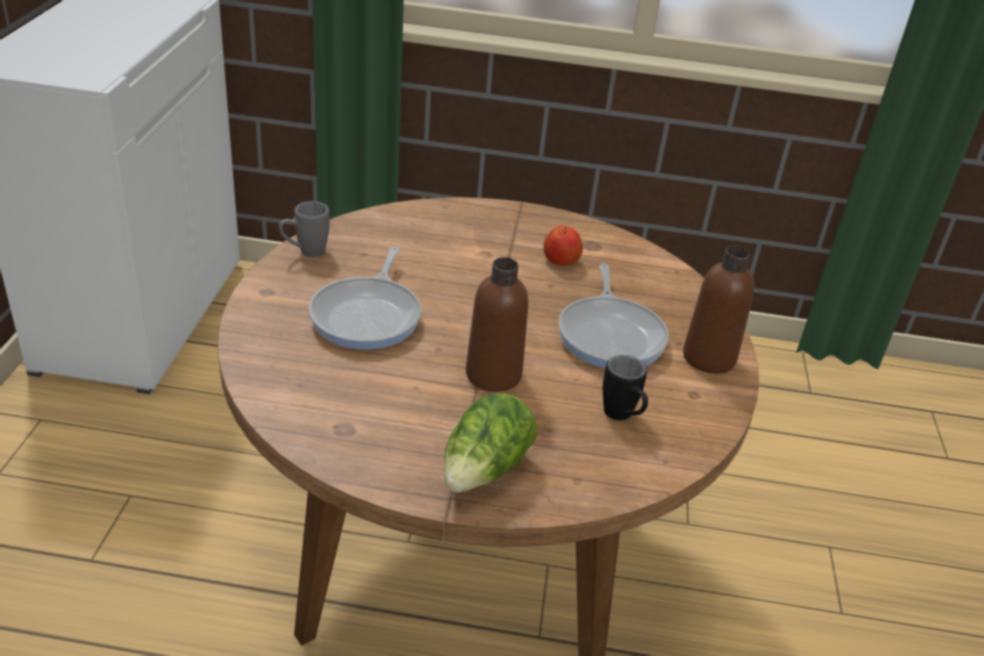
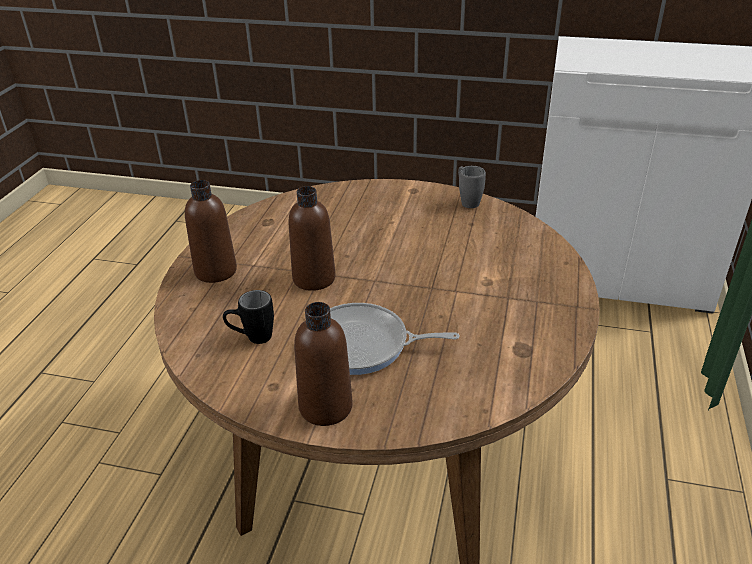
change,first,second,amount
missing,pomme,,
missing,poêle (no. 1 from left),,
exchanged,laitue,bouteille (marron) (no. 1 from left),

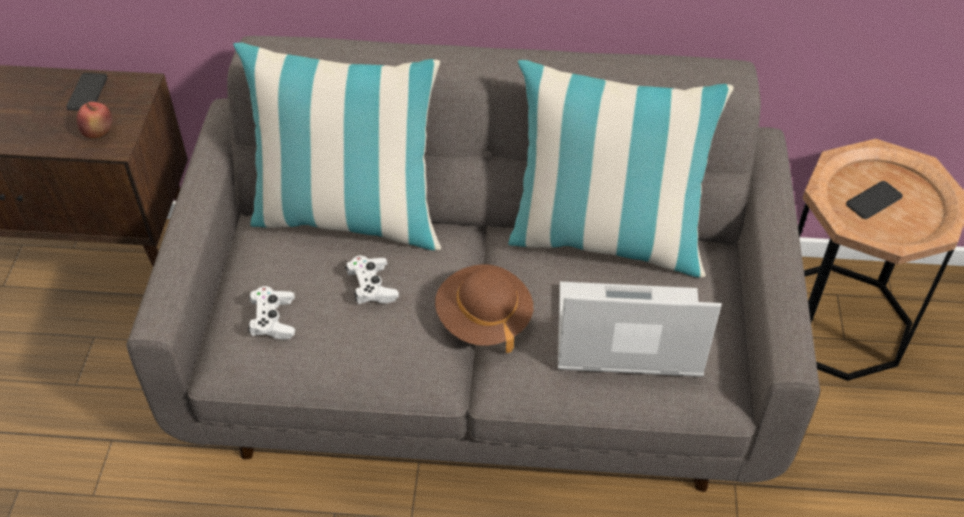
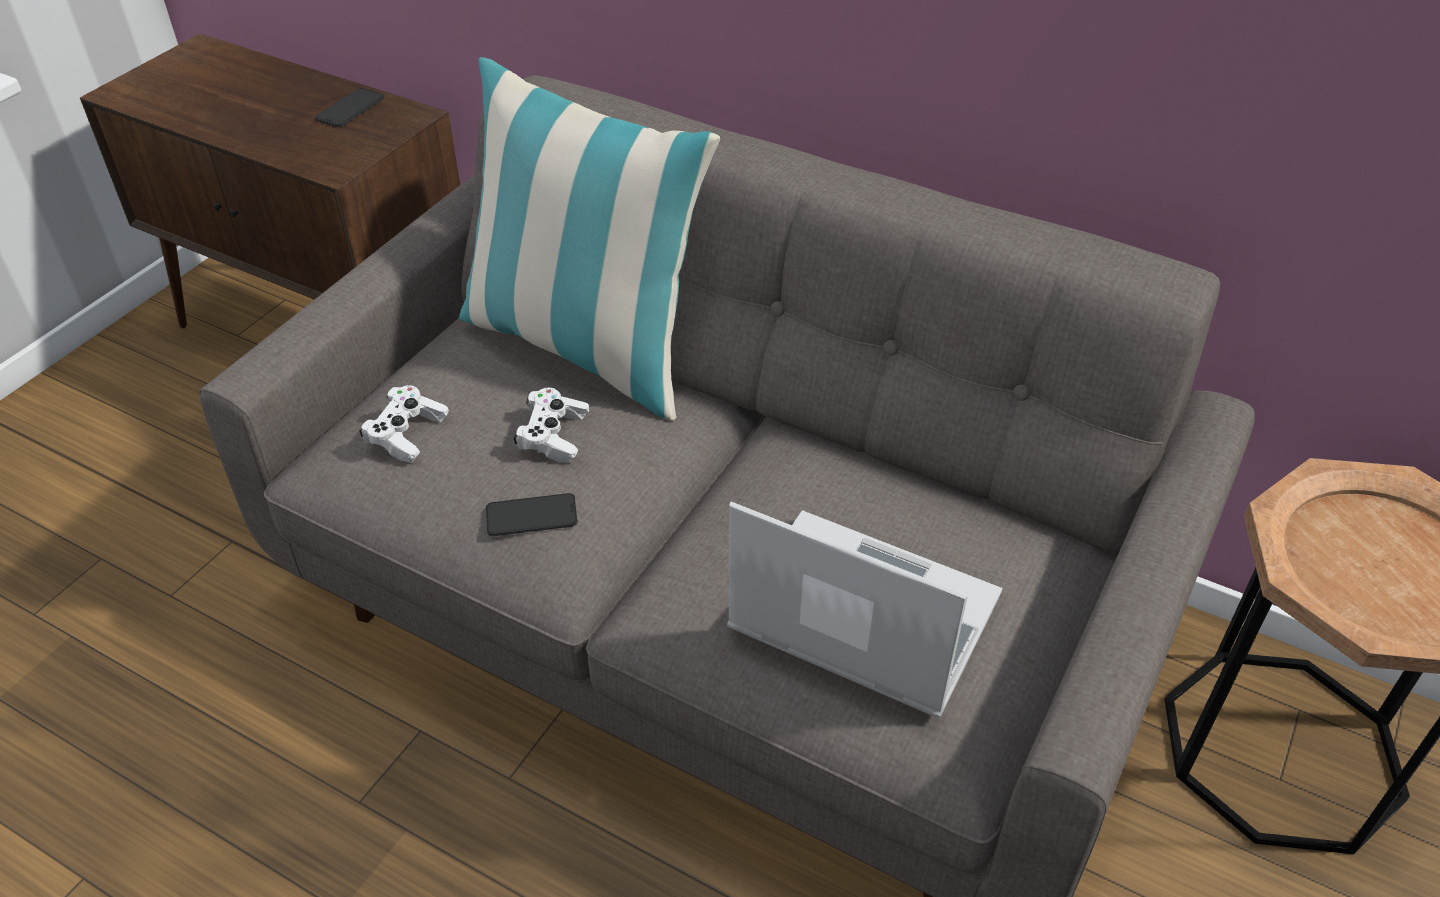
change,first,second,amount
missing,coussin (no. 2 from left),,
missing,pomme,,
relocated,téléphone (no. 2 from left),,
missing,chapeau (marron),,

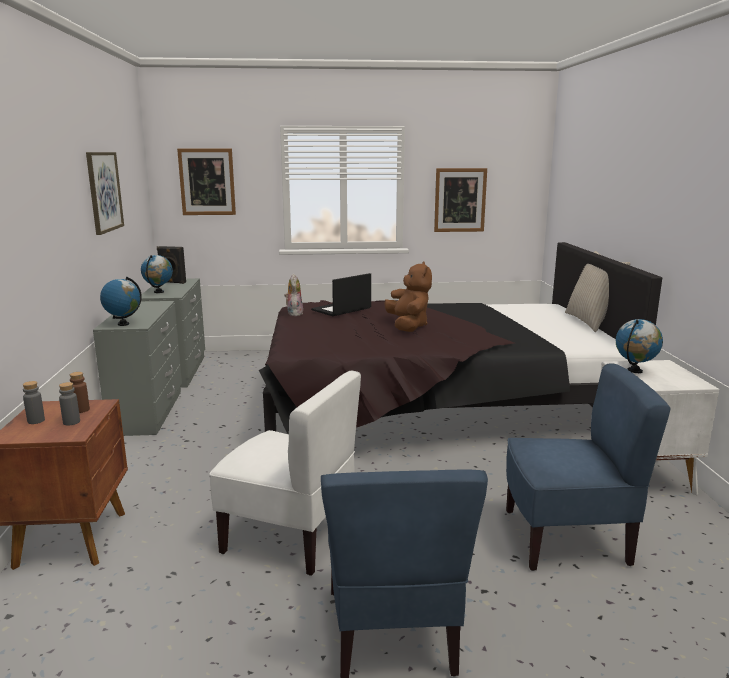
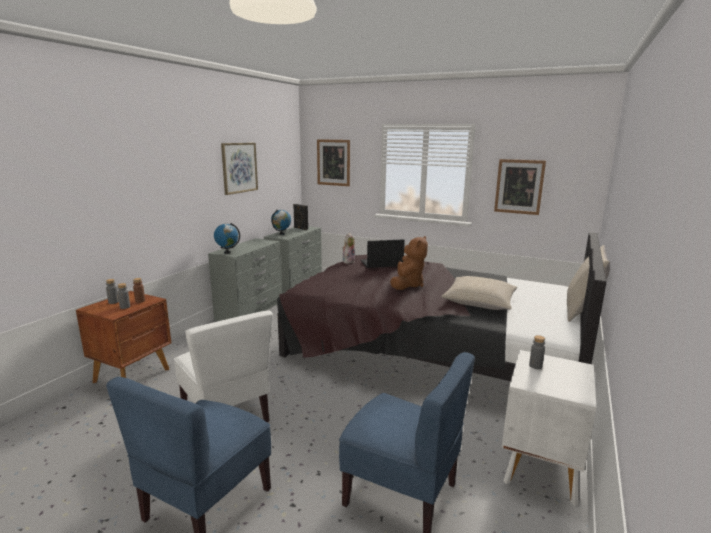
change,first,second,amount
exchanged,globe (no. 3 from left),bouteille (gris) (no. 3 from left),
appeared,,coussin (beige) (no. 1 from left),

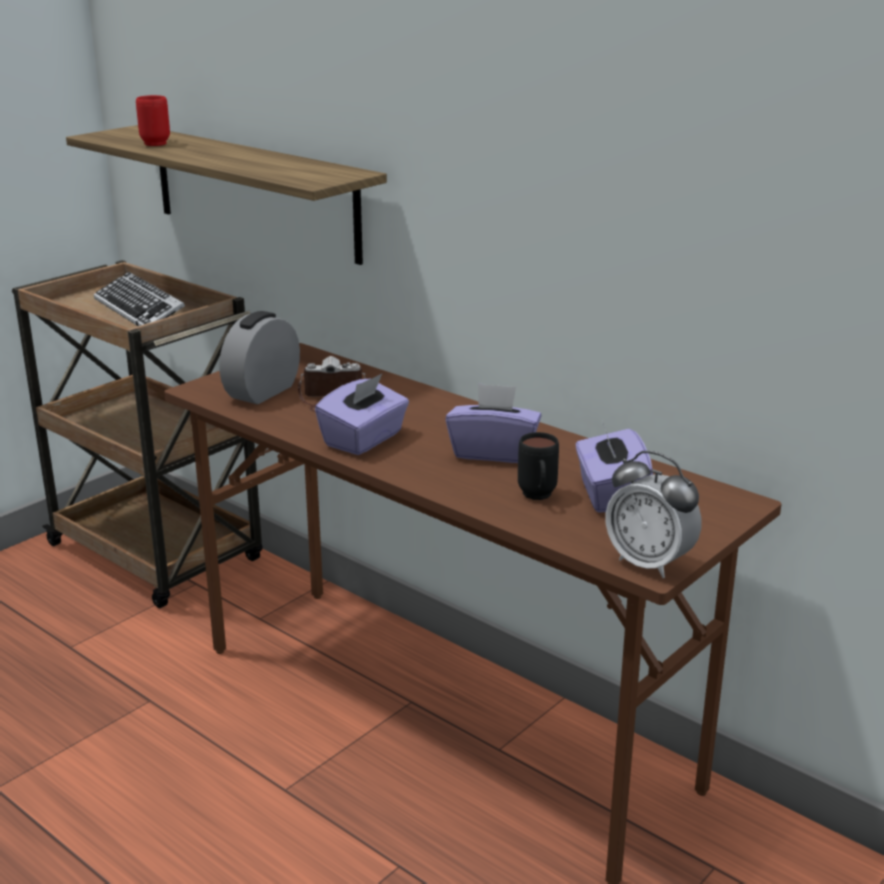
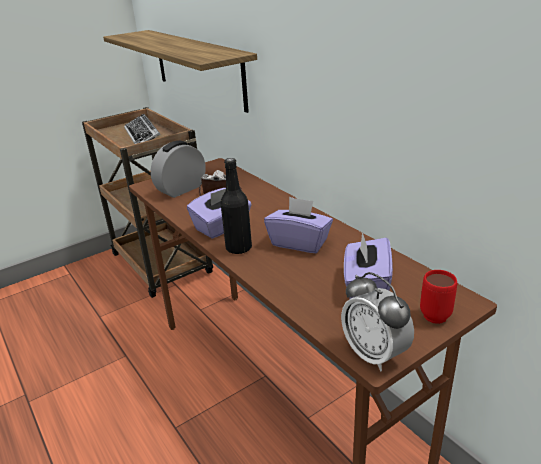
change,first,second,amount
relocated,mug (rouge),,
missing,mug (noir),,
appeared,,bouteille (noir),

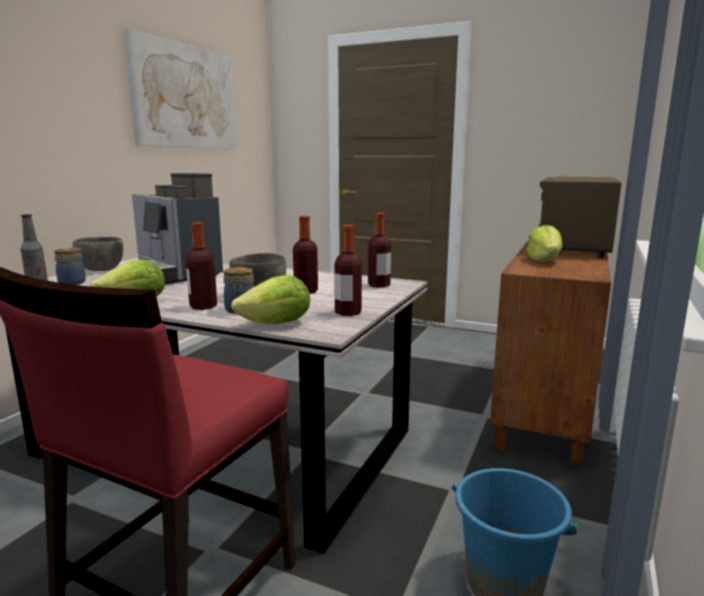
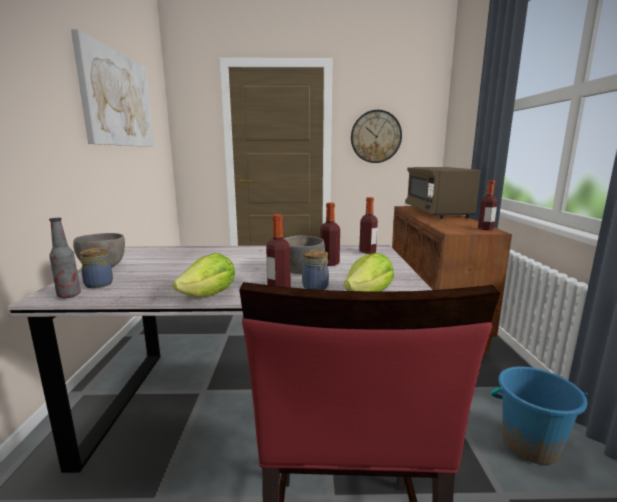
change,first,second,amount
missing,machine à café,,
relocated,bouteille (no. 4 from left in the first image),bouteille (no. 5 from left),
missing,laitue (no. 3 from left),,
appeared,,horloge murale,

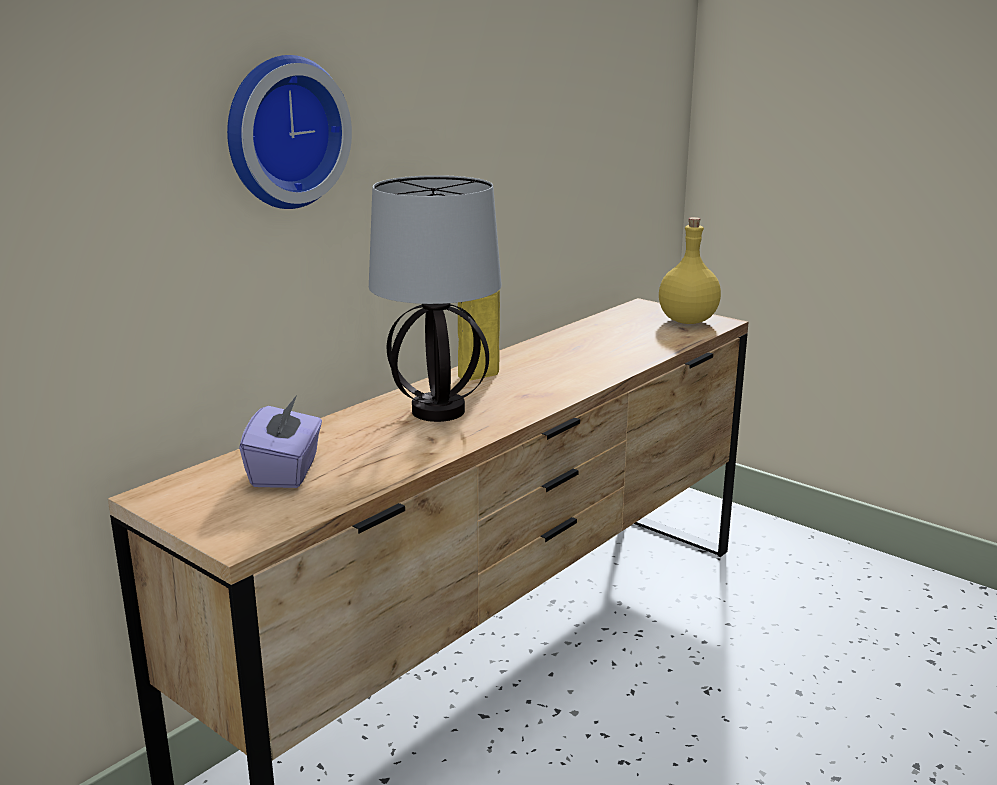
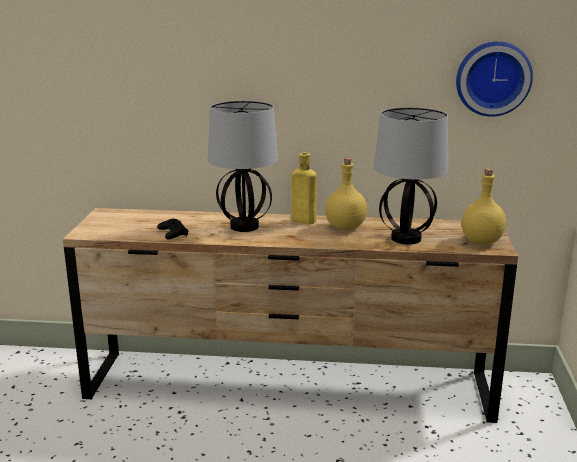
change,first,second,amount
relocated,horloge murale,,
missing,boîte à mouchoirs (violet),,
appeared,,lampe de table (no. 2 from left),
appeared,,bouteille (jaune) (no. 2 from left),
appeared,,manette (noir),

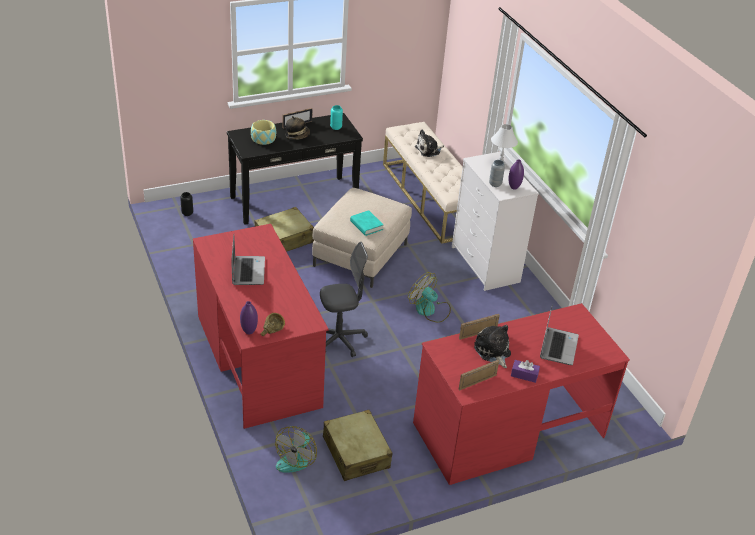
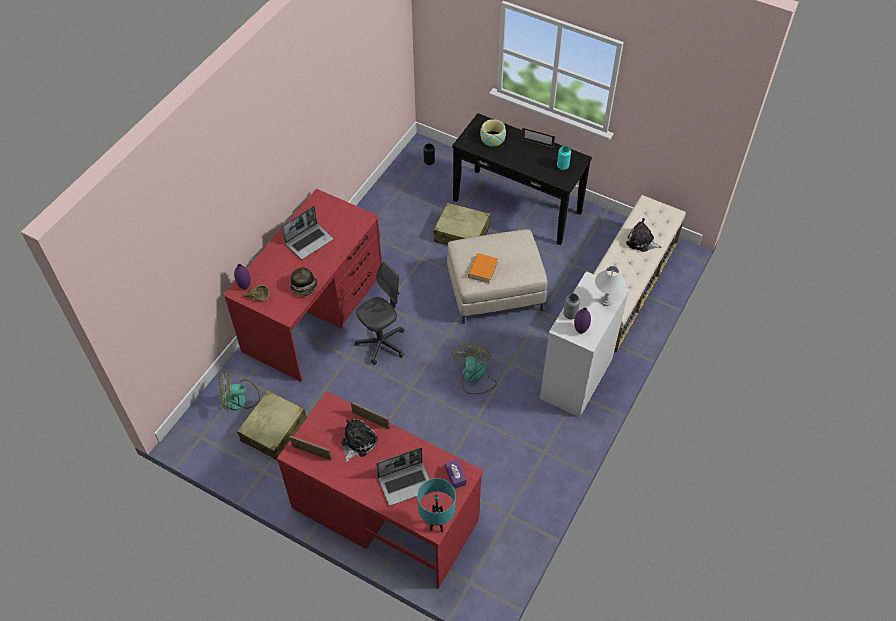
change,first,second,amount
relocated,chapeau,,
colour,livre (turquoise),livre (orange),
spun,chaise de bureau (gris),,75 degrees counterclockwise
relocated,boîte à mouchoirs (violet),,
appeared,,lampe de table (turquoise),

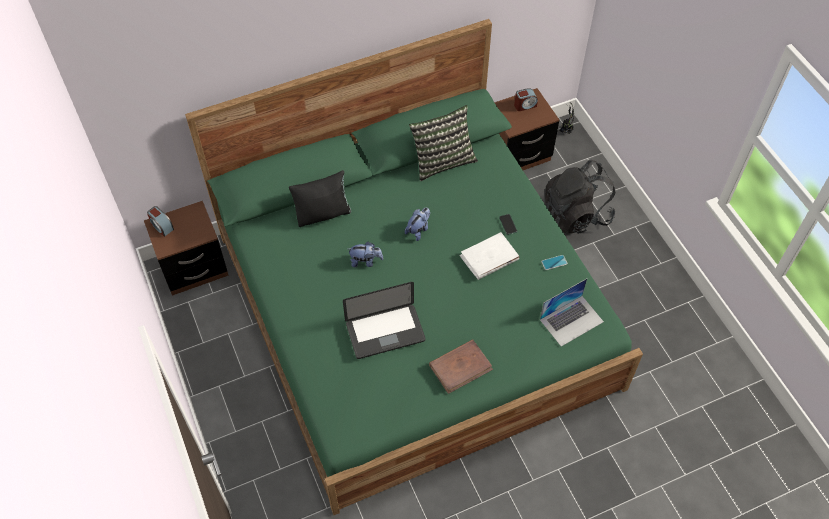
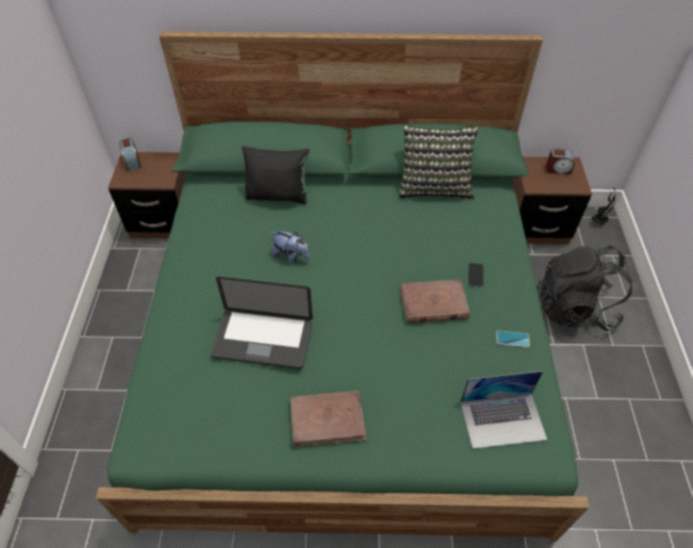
change,first,second,amount
missing,peluche (no. 2 from left),,
colour,livre (blanc),livre (marron) (no. 2 from left),

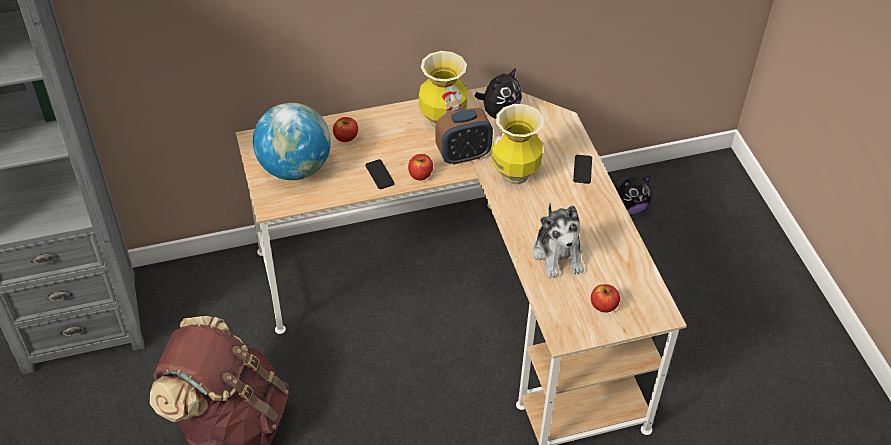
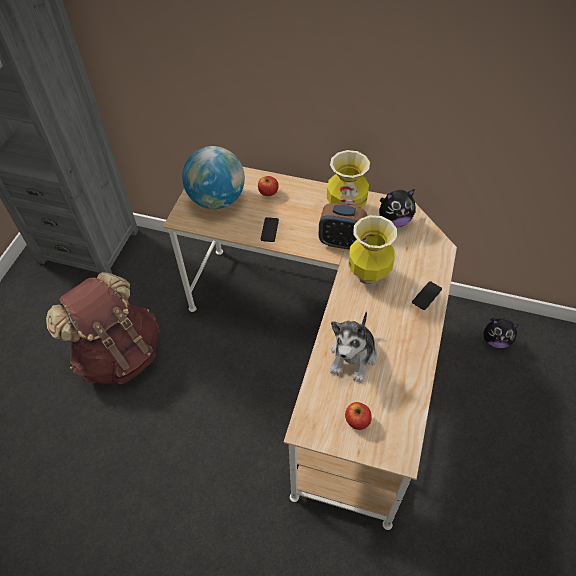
change,first,second,amount
missing,pomme (no. 2 from left),,

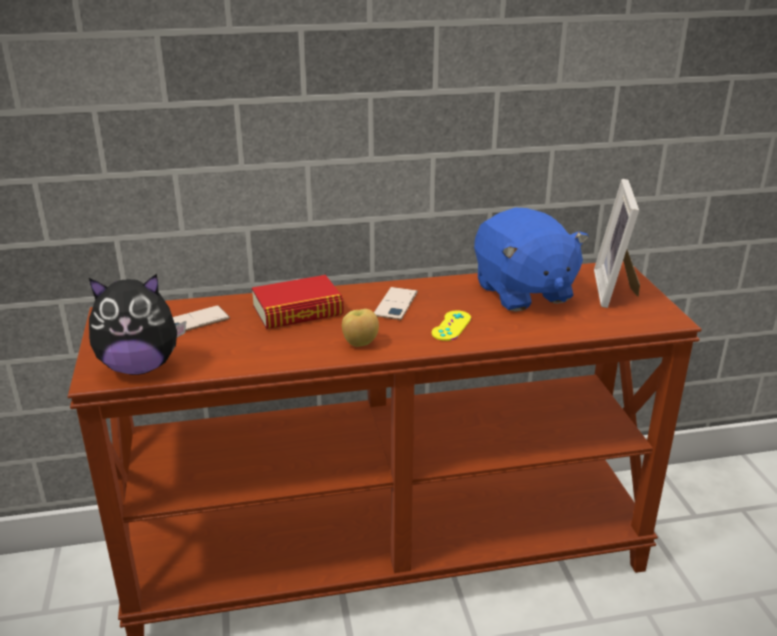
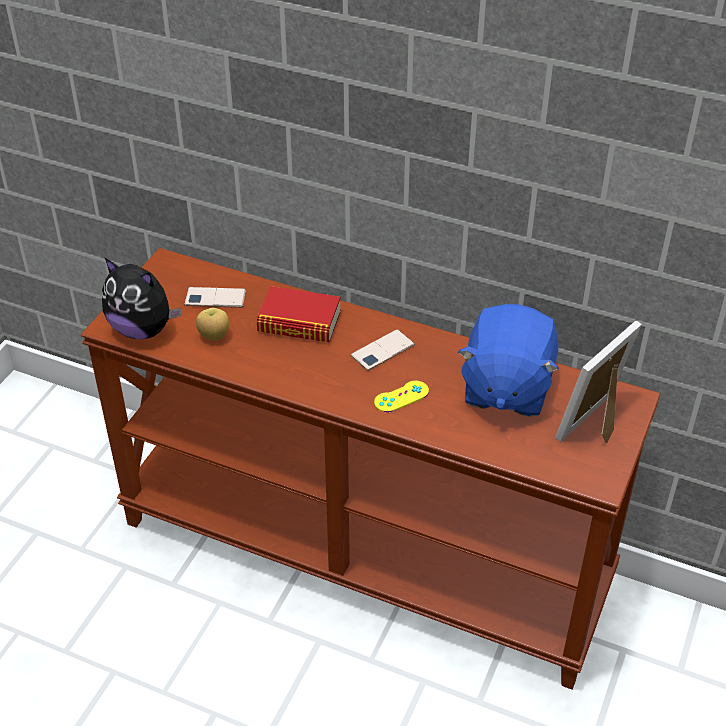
change,first,second,amount
relocated,pomme,,

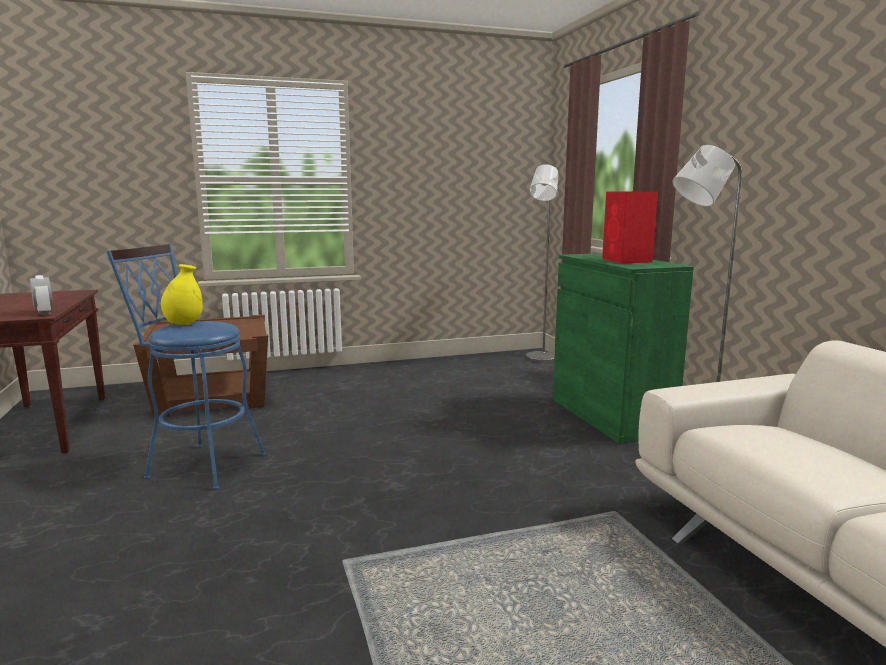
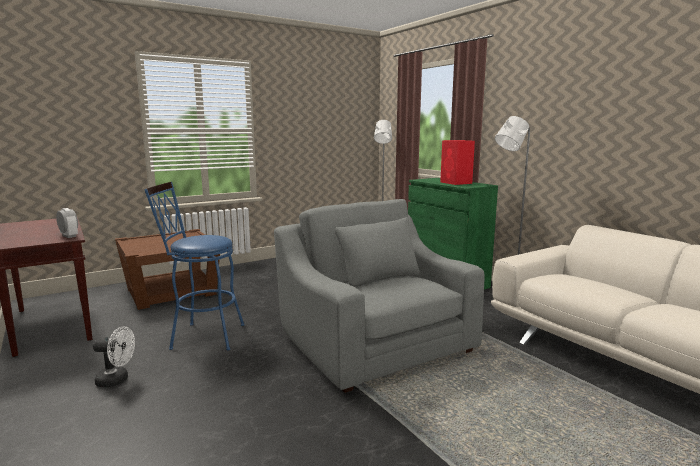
change,first,second,amount
missing,vase (jaune),,
appeared,,fauteuil (gris),
appeared,,ventilateur (blanc),

